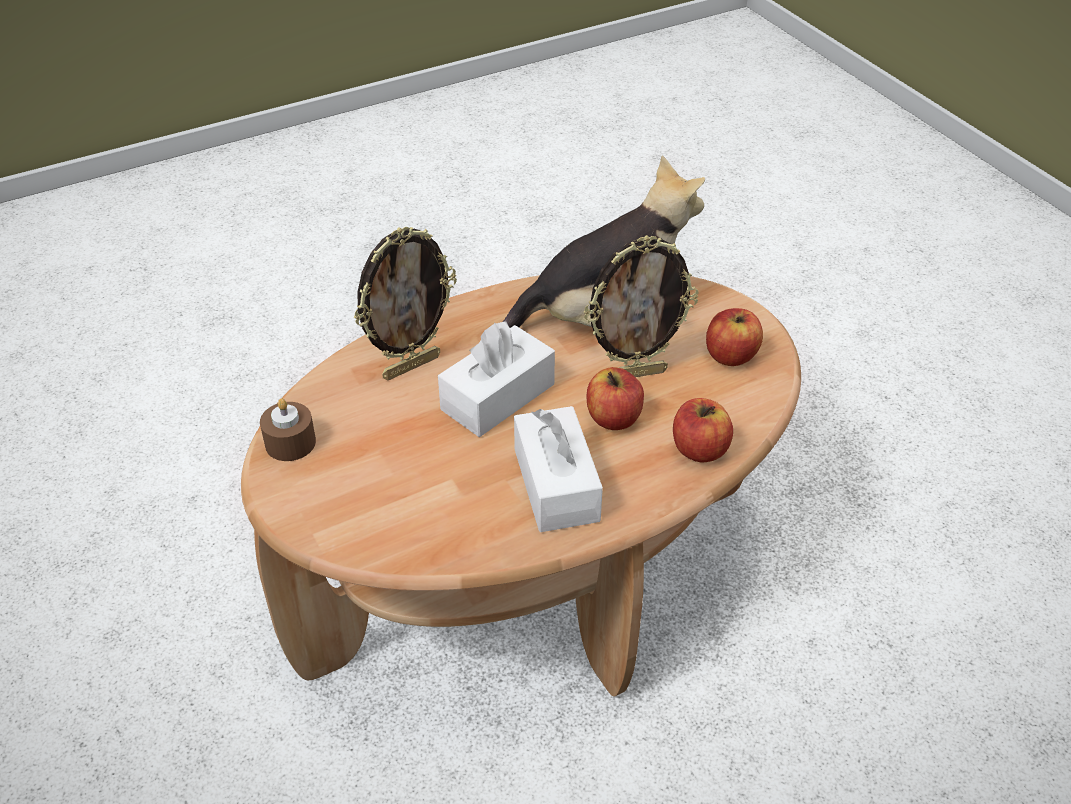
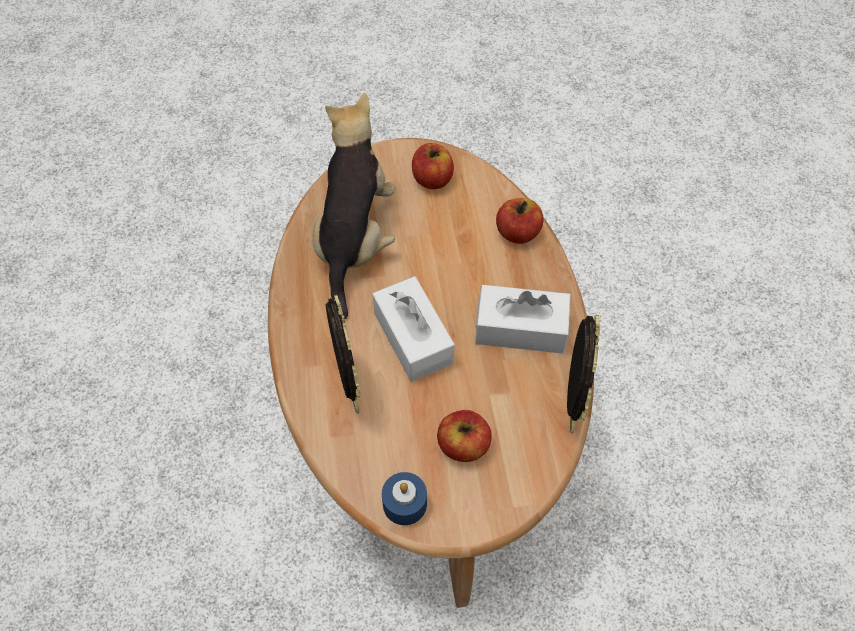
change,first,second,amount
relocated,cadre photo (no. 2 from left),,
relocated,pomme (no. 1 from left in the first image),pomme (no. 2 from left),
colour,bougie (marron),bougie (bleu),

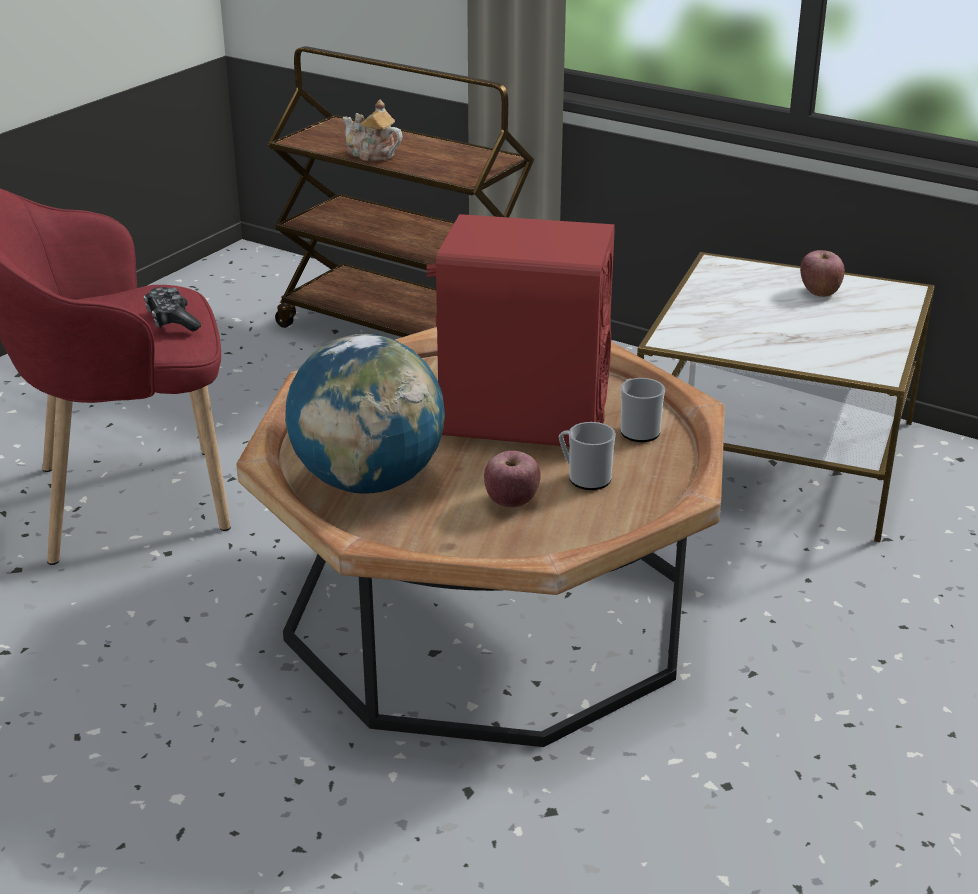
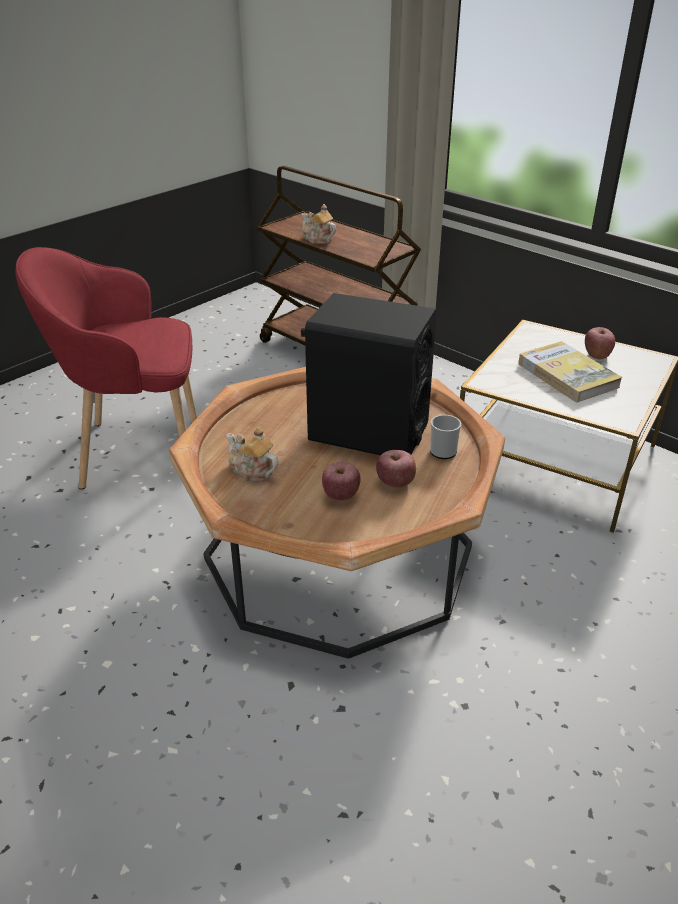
change,first,second,amount
colour,enceinte (rouge),enceinte (noir),
missing,manette,,
exchanged,globe,théière (no. 1 from left),
exchanged,mug (no. 1 from left),pomme (no. 2 from left),
appeared,,livre,

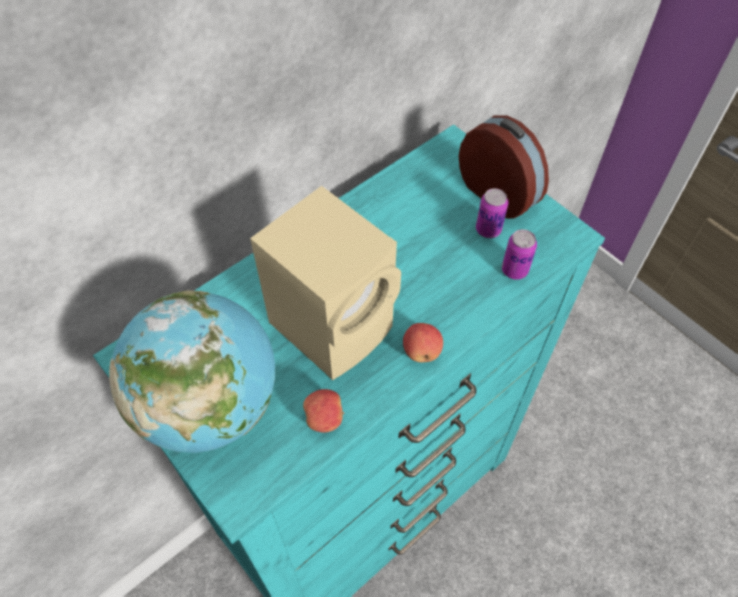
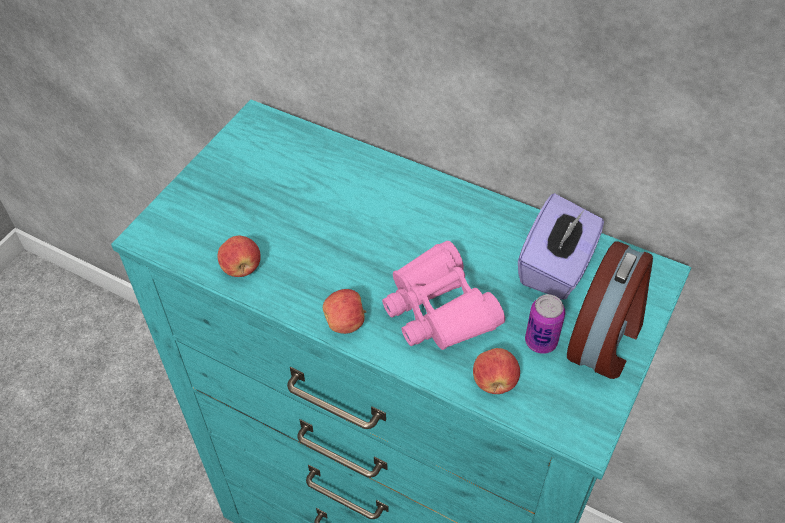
change,first,second,amount
missing,enceinte (beige),,
exchanged,boîte métallique (no. 2 from left),pomme (no. 3 from left),
missing,globe,,
appeared,,boîte à mouchoirs (violet),
appeared,,jumelles (rose),

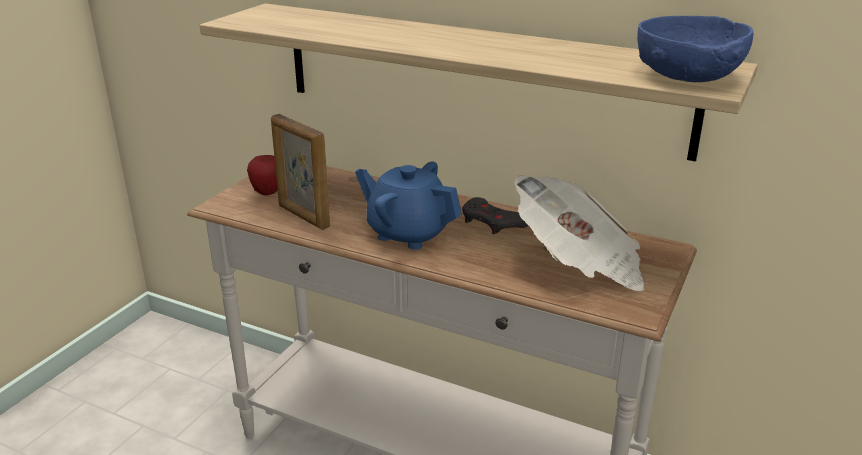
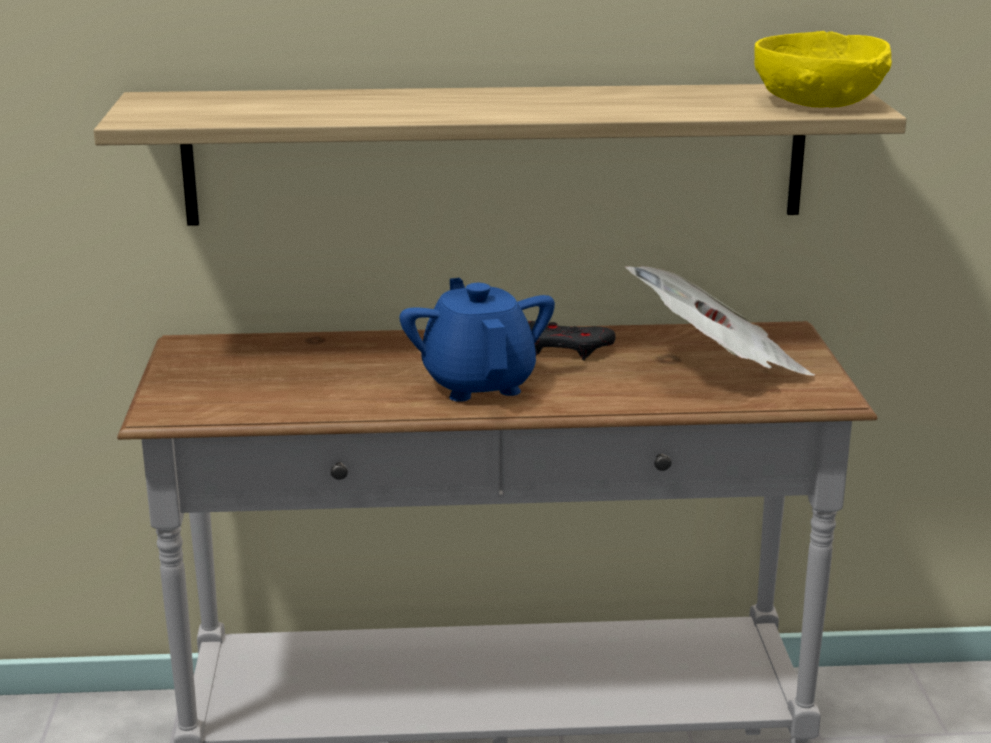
change,first,second,amount
colour,bol (bleu),bol (jaune),
missing,cadre photo,,
missing,pomme,,
spun,théière (bleu),,75 degrees clockwise

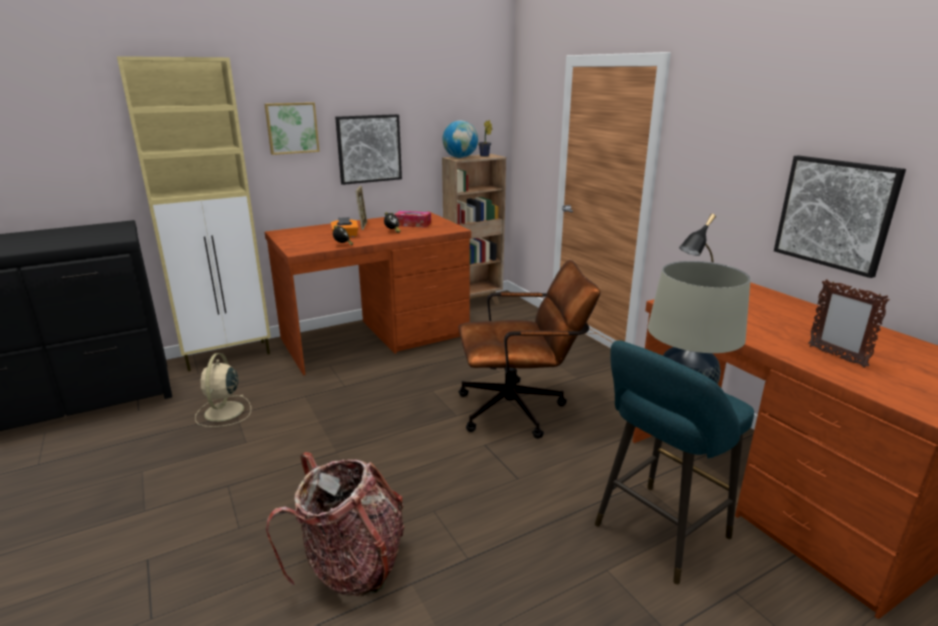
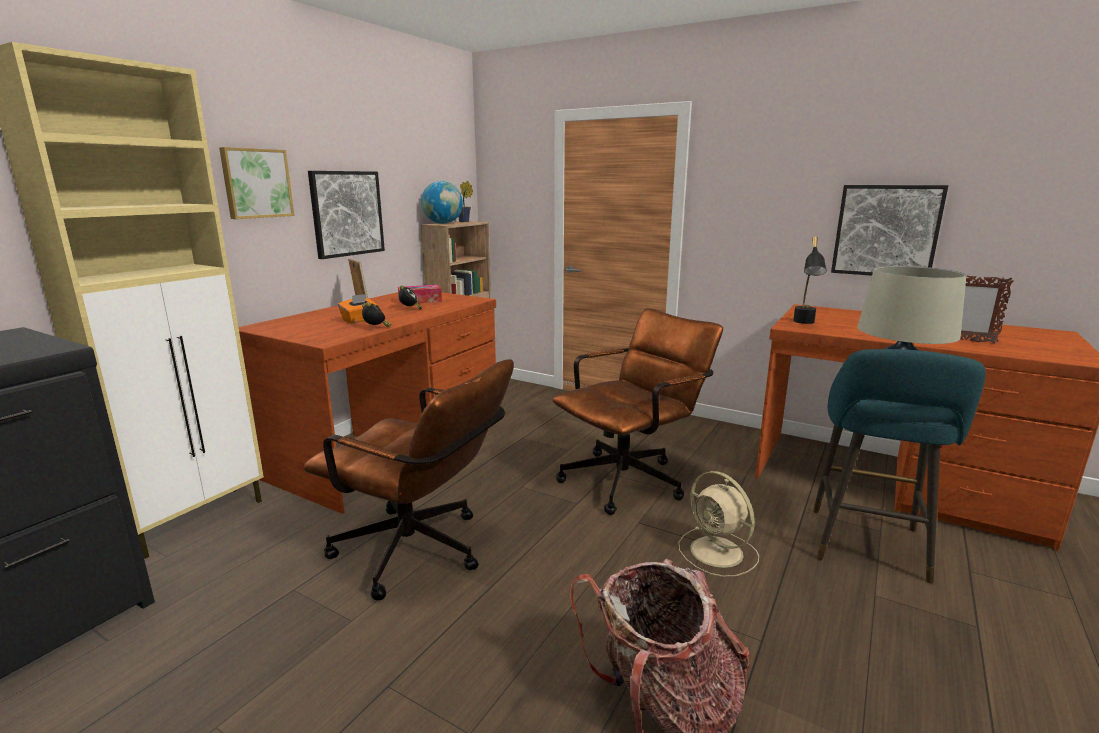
change,first,second,amount
relocated,ventilateur (beige),,
appeared,,chaise de bureau (marron) (no. 1 from left),

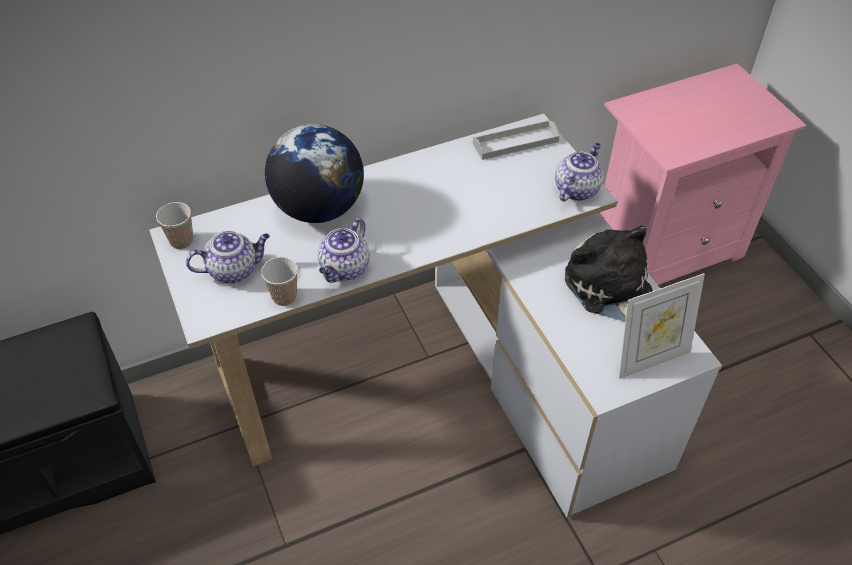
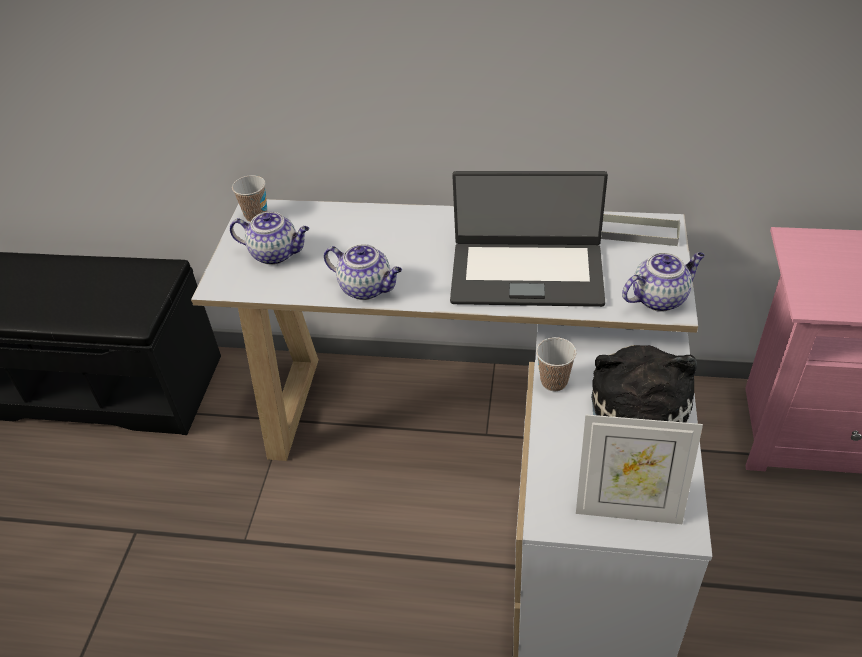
change,first,second,amount
missing,globe,,
spun,théière (no. 2 from left),,120 degrees counterclockwise
relocated,tasse (no. 2 from left),,
appeared,,ordinateur portable,

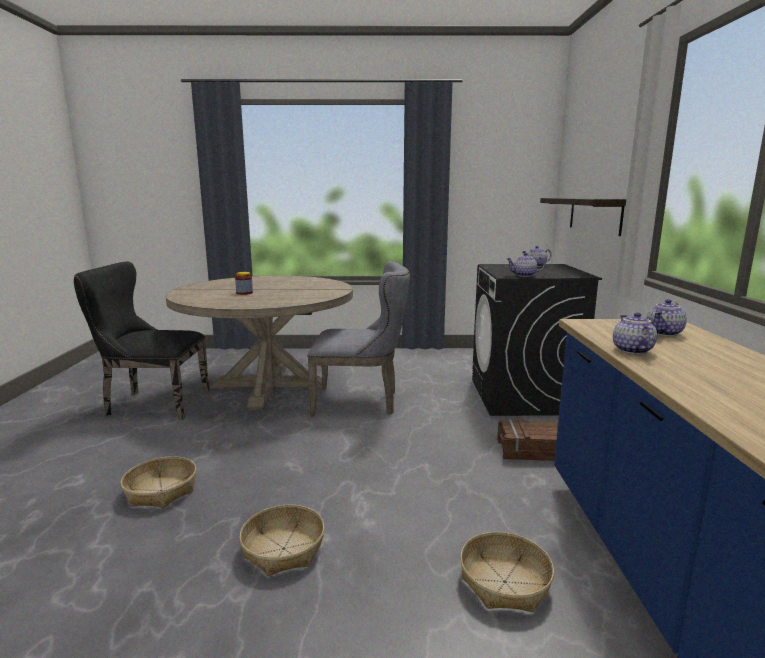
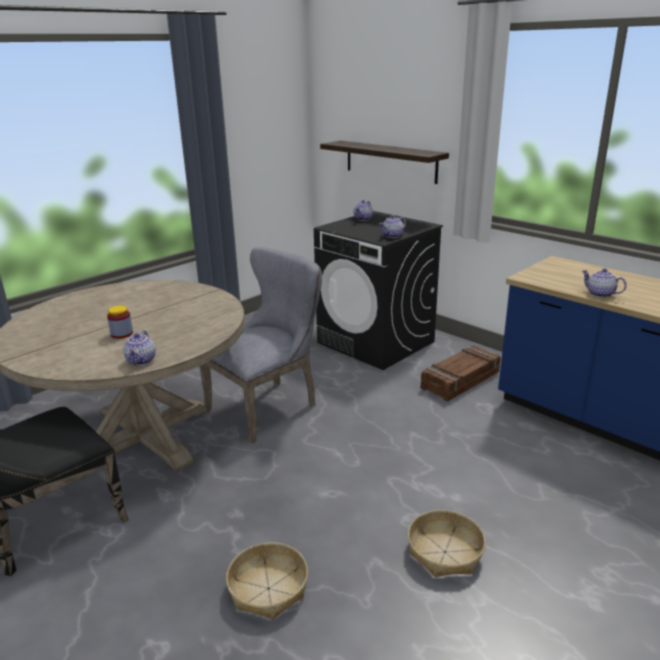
change,first,second,amount
relocated,théière (no. 4 from left in the first image),théière (no. 1 from left),
missing,panier (no. 3 from left),,

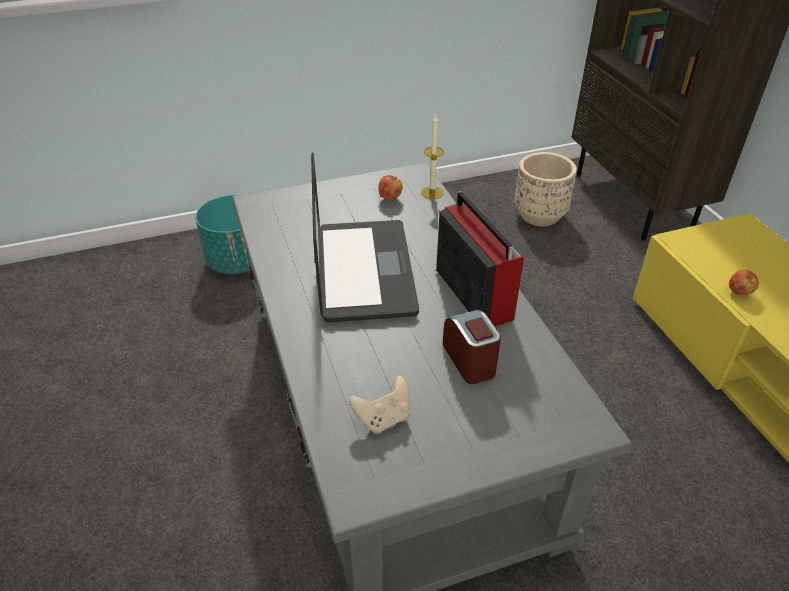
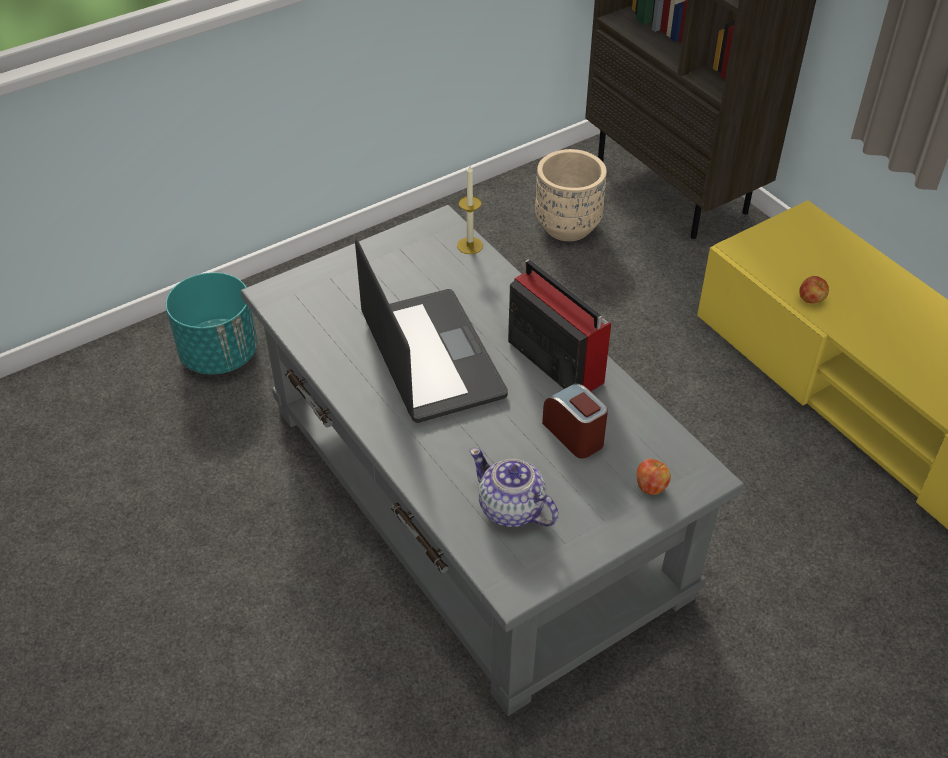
change,first,second,amount
relocated,pomme (no. 1 from left),,
exchanged,manette (beige),théière,

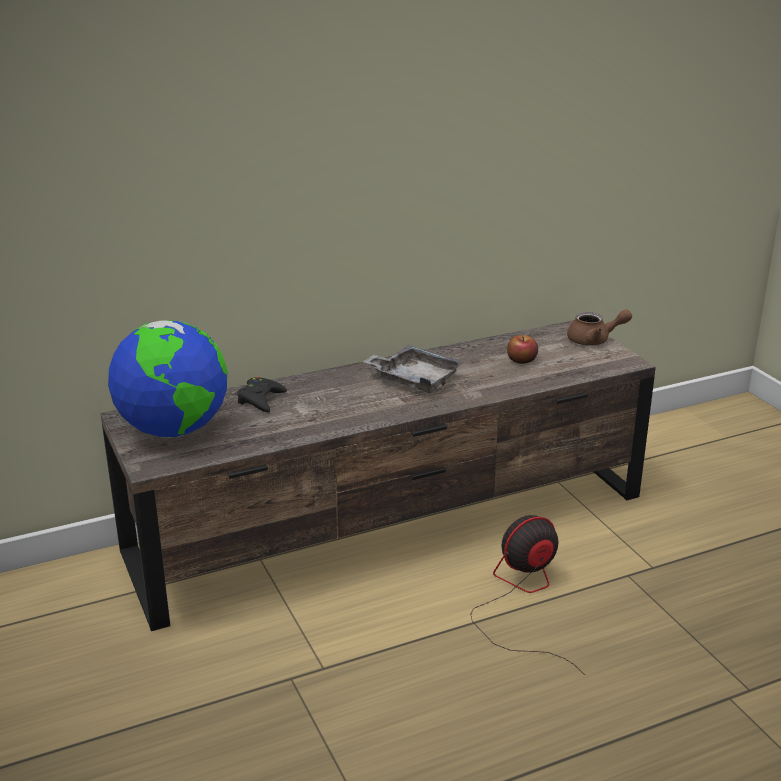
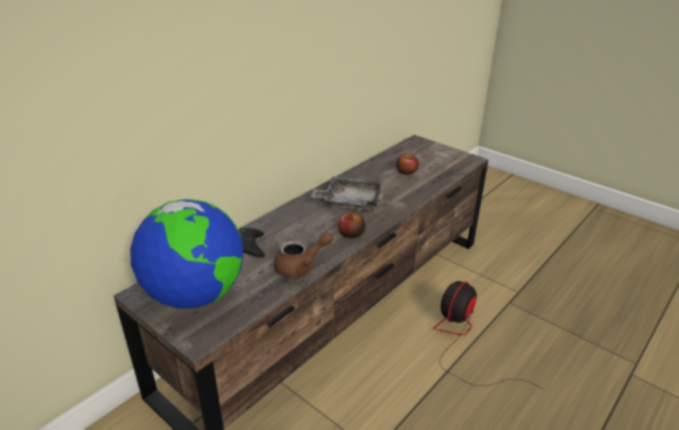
change,first,second,amount
relocated,théière (marron),,
appeared,,pomme (no. 1 from left),

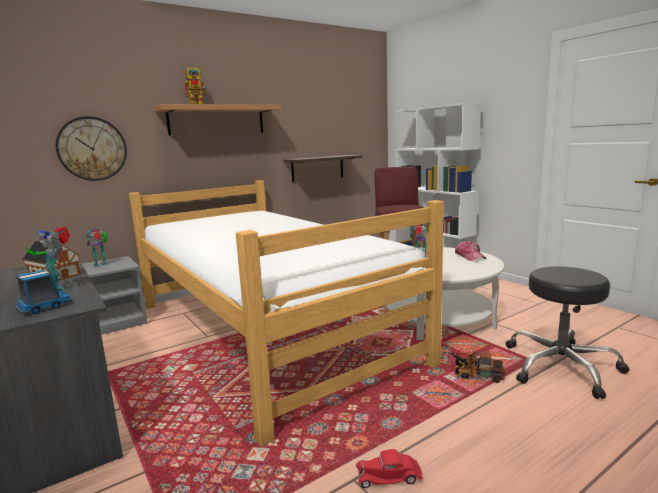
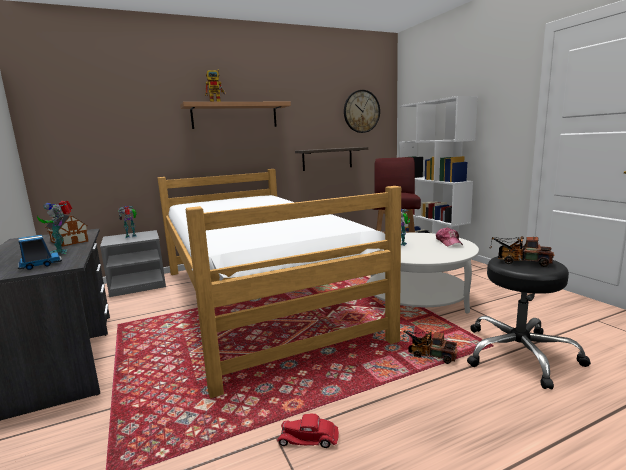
change,first,second,amount
relocated,horloge murale,,
appeared,,camion jouet (no. 3 from left),

